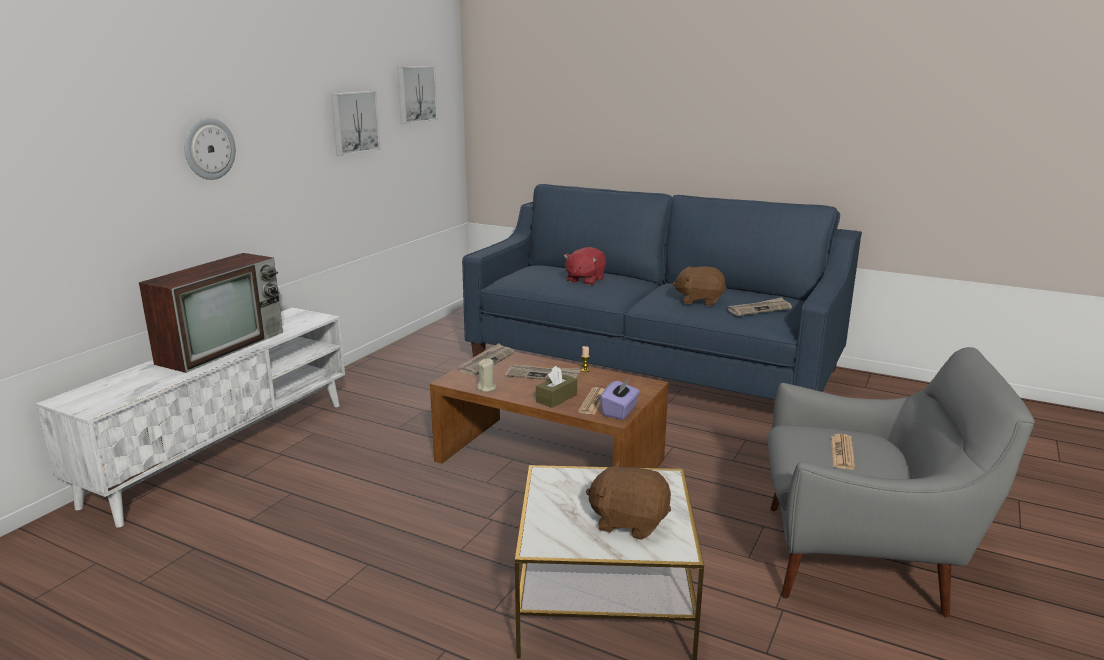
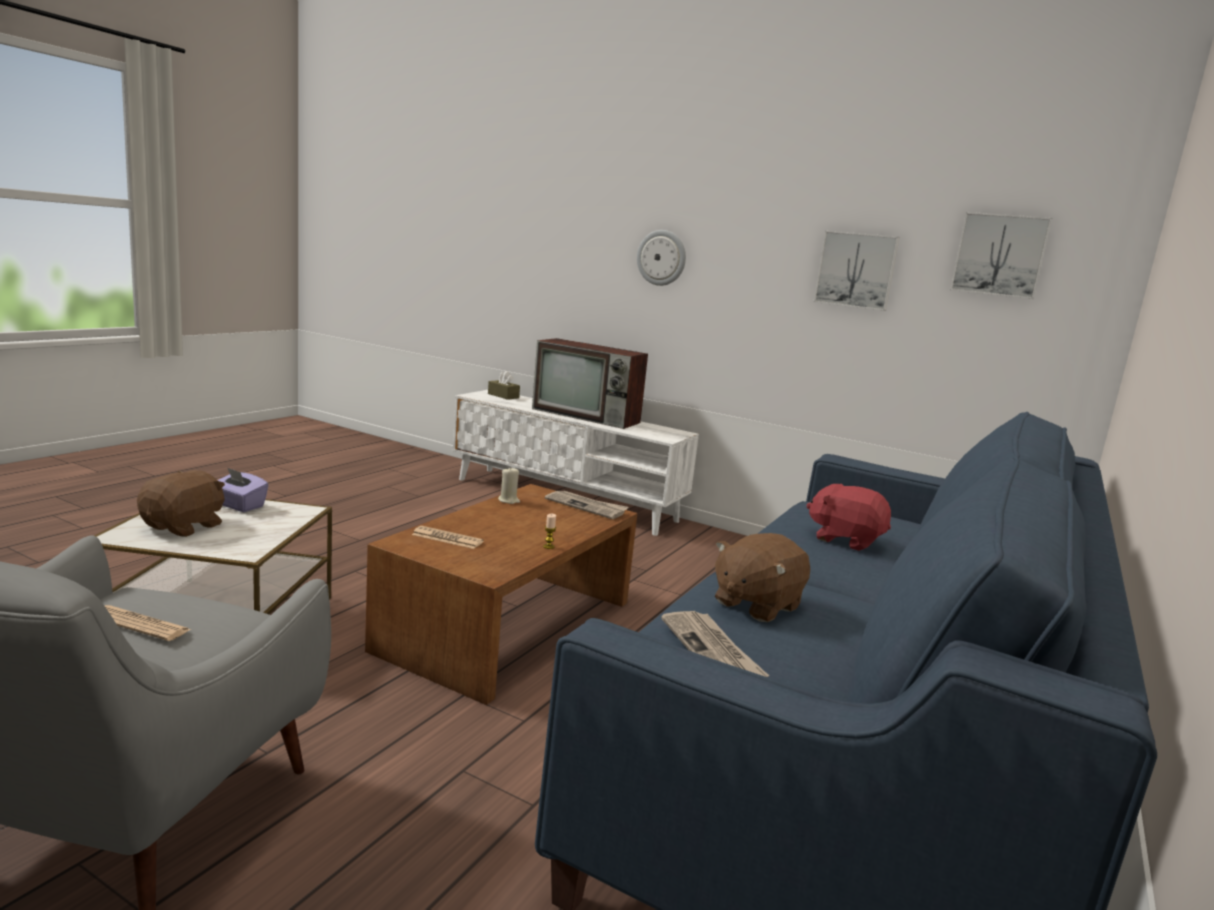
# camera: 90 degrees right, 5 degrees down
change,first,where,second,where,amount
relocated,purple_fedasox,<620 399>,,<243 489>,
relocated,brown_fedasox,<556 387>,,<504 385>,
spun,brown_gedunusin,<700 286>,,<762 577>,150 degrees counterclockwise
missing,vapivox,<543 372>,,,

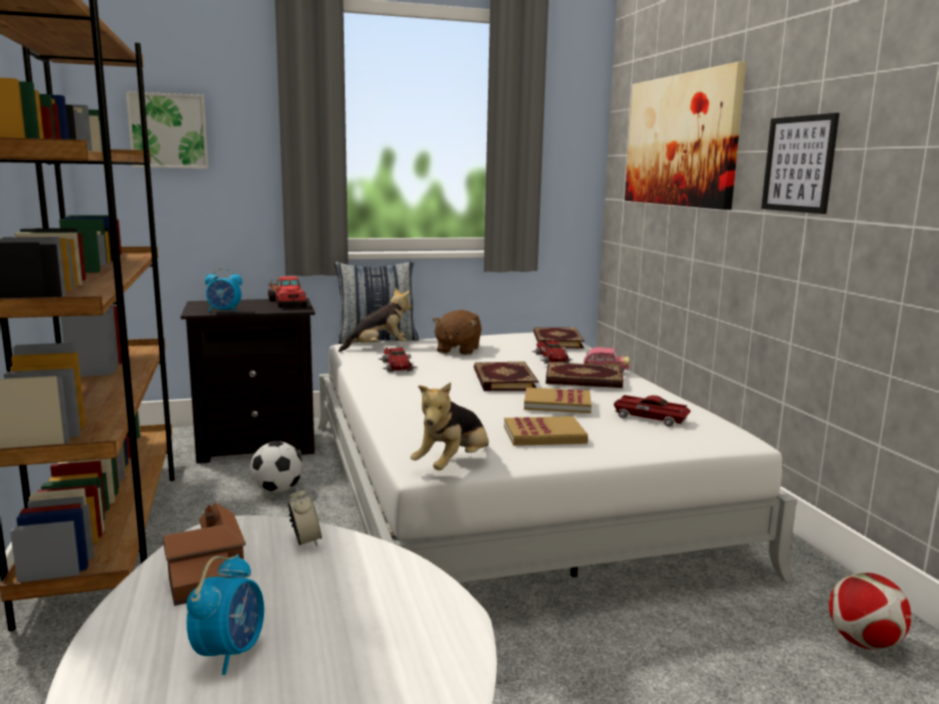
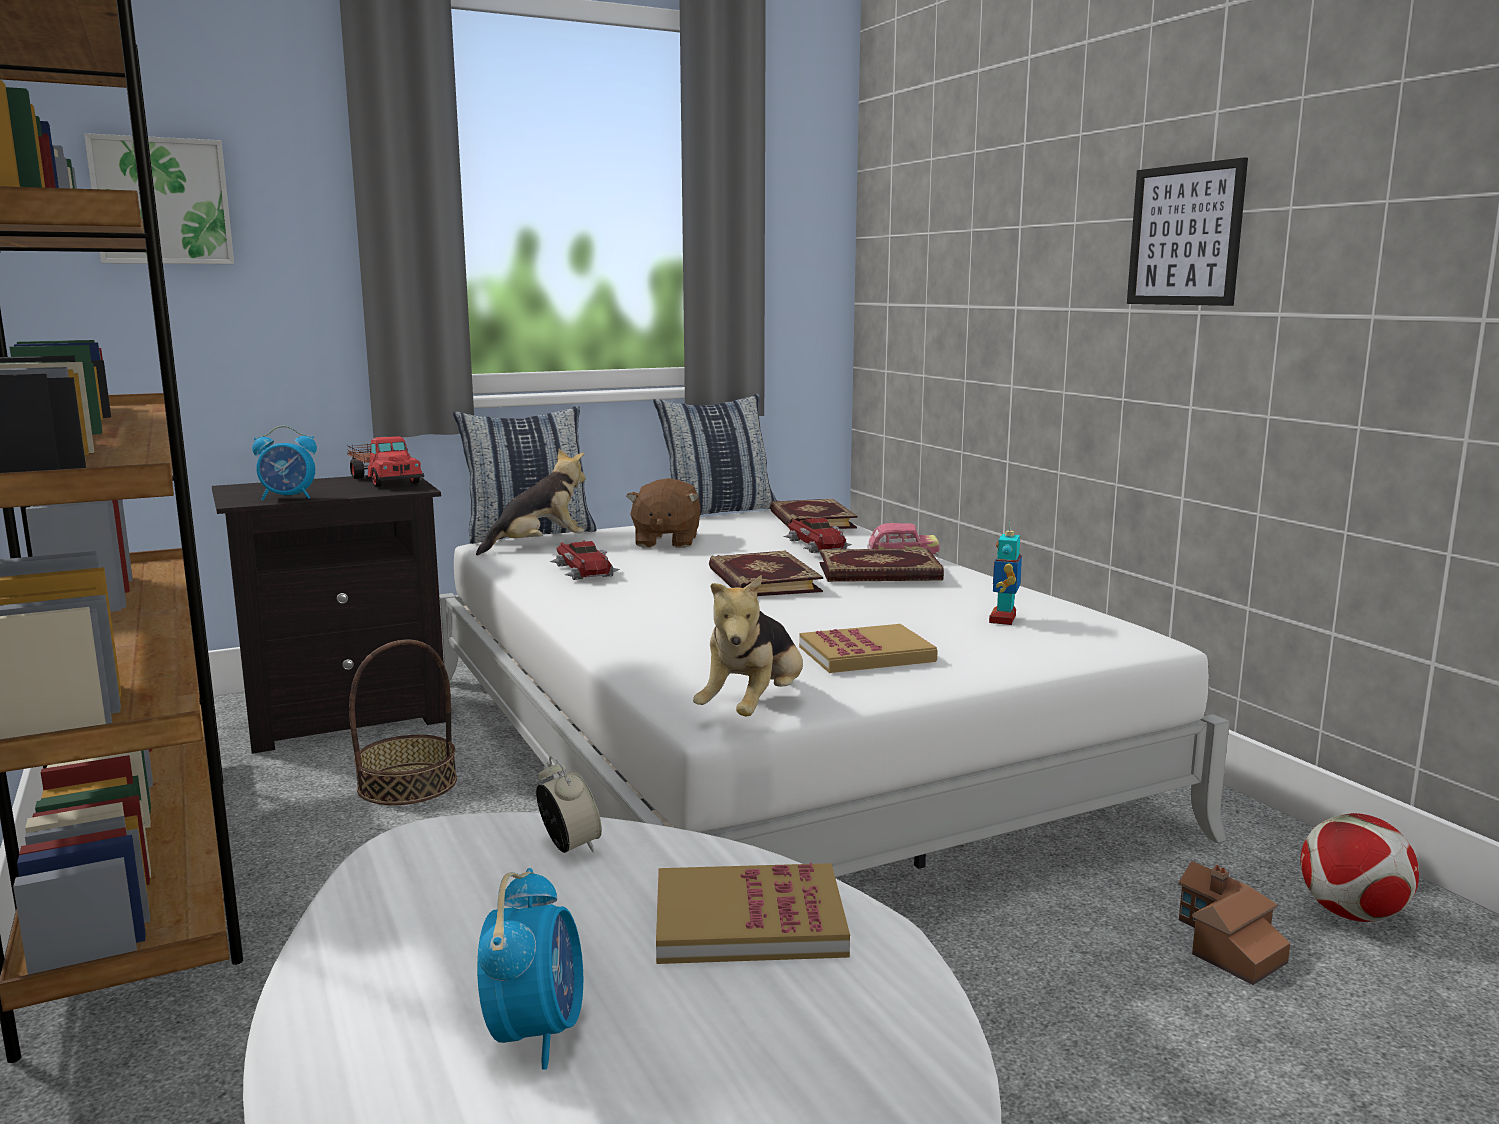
# camera: 10 degrees left, 0 degrees up
change,first,where,second,where,amount
exchanged,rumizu,<276 467>,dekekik,<403 722>,
appeared,,,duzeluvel,<715 454>,
relocated,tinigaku,<558 400>,,<753 913>,
exchanged,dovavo,<652 411>,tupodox,<1005 572>,
relocated,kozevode,<204 554>,,<1234 922>,
missing,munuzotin,<685 135>,,,

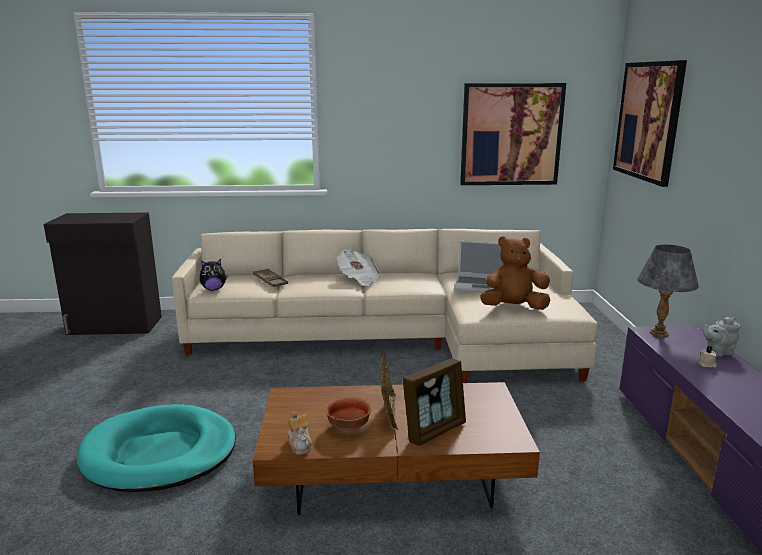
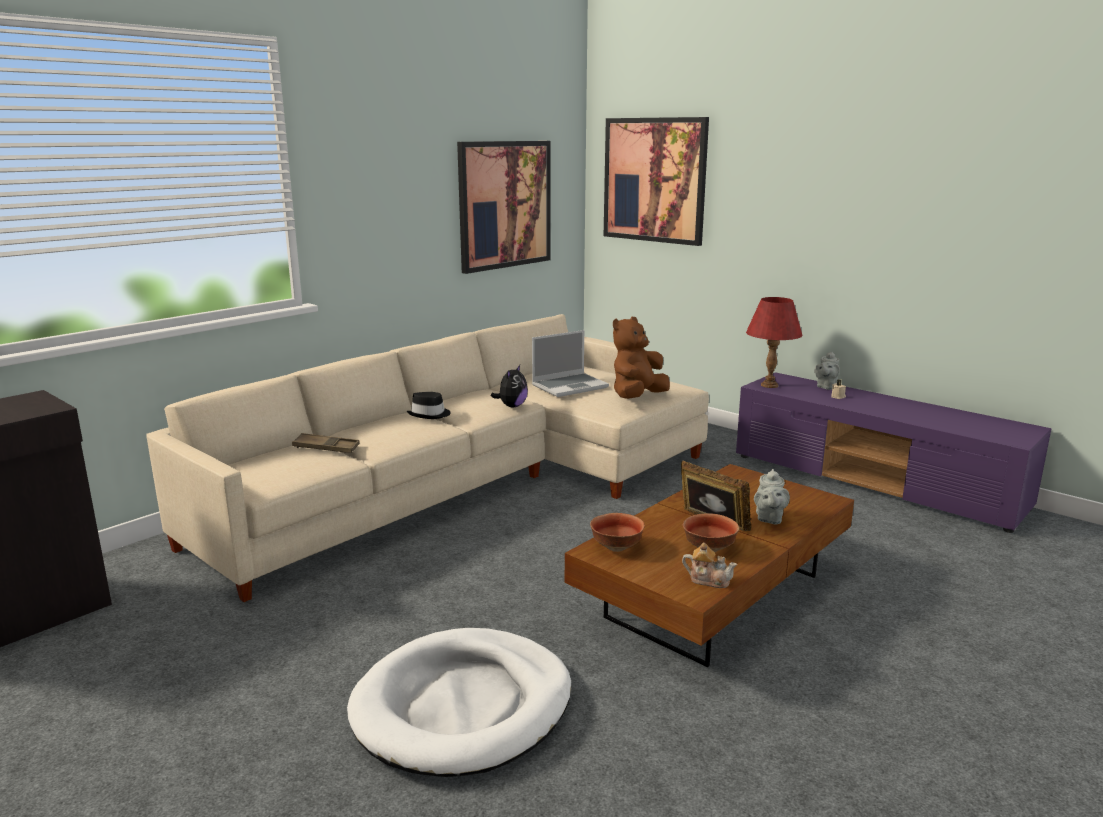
# camera: 45 degrees left, 0 degrees up
change,first,where,second,where,amount
colour,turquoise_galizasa,<156 448>,white_galizasa,<459 702>,
exchanged,vapivox,<358 268>,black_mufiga,<429 405>,
relocated,gedunusin,<214 275>,,<509 386>,
appeared,,,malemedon,<617 532>,
colour,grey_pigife,<668 290>,red_pigife,<774 342>,
exchanged,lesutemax,<434 402>,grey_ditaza,<772 496>,

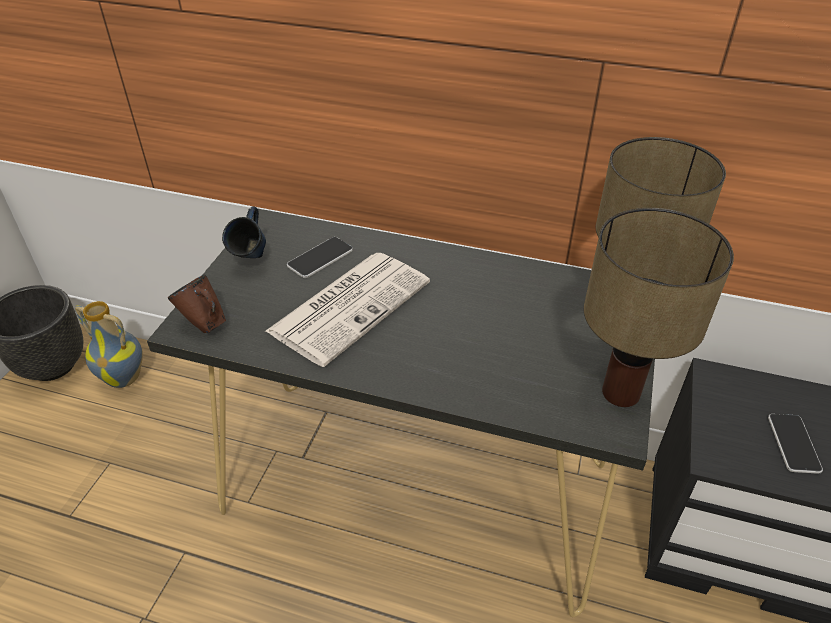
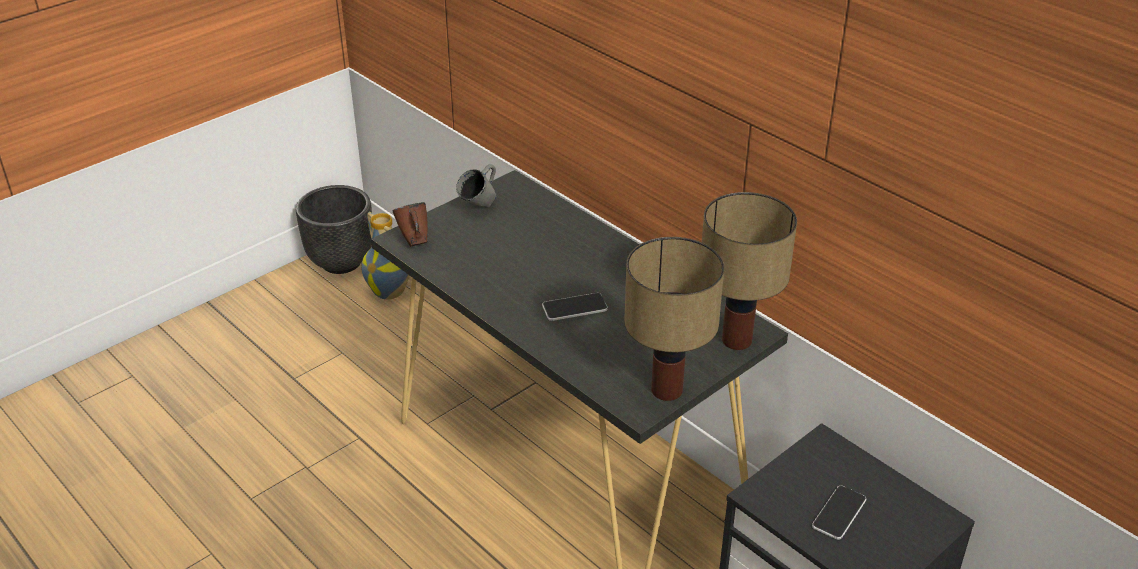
# camera: 30 degrees right, 5 degrees down
change,first,where,second,where,amount
colour,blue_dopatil,<244 232>,grey_dopatil,<476 186>,
relocated,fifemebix,<320 257>,,<575 307>,
missing,vapivox,<348 310>,,,

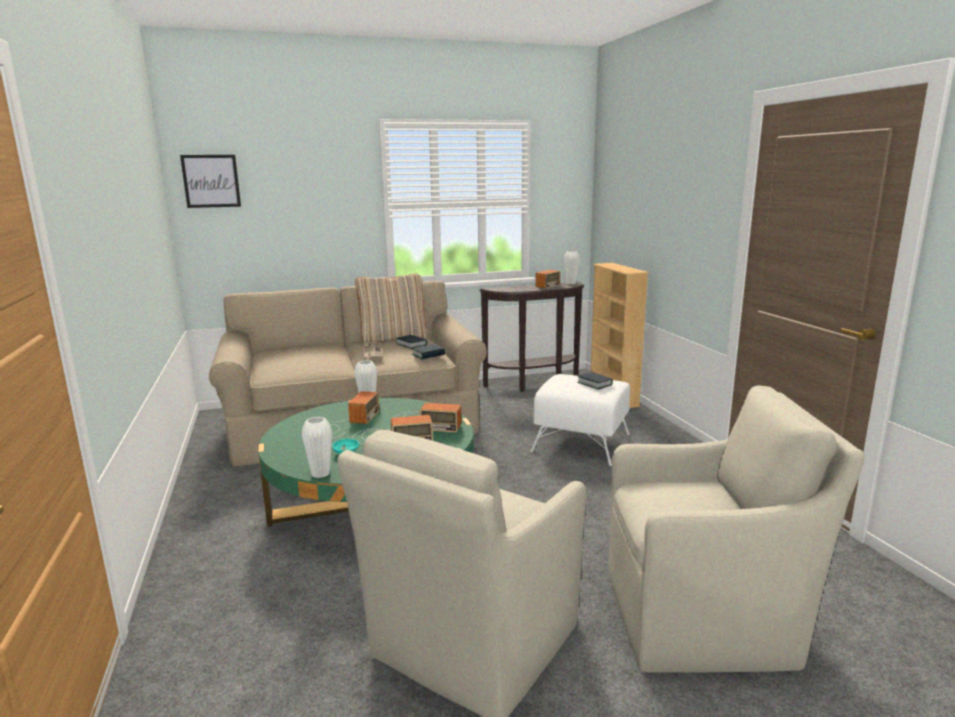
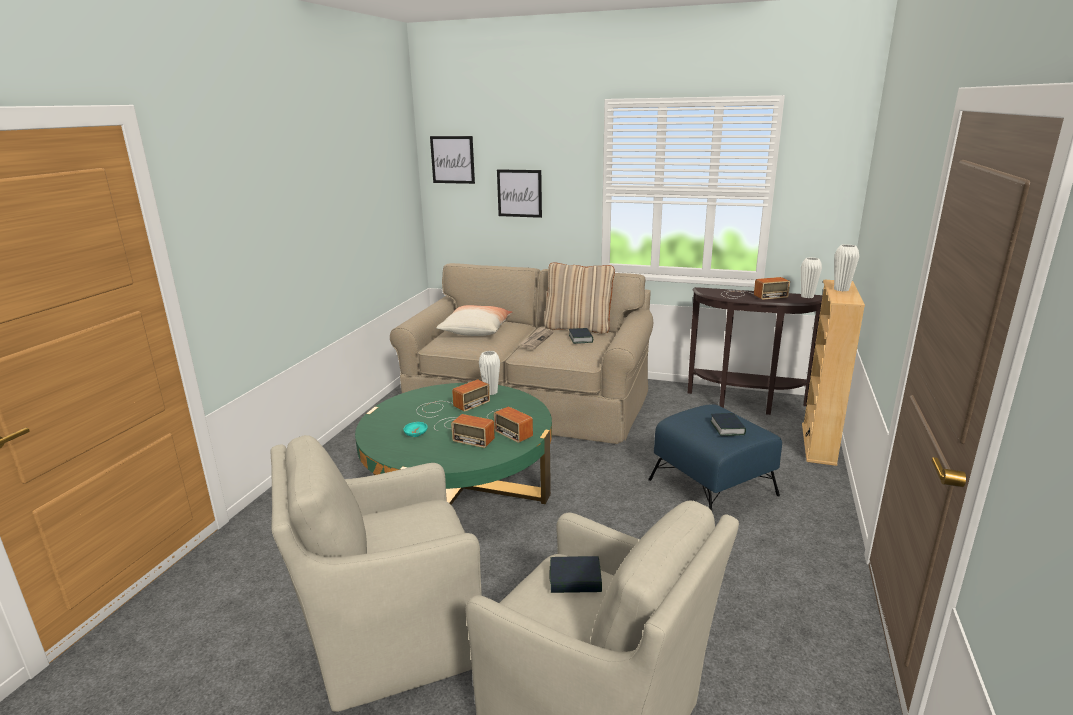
# camera: 35 degrees right, 5 degrees up
change,first,where,second,where,amount
appeared,,,duzeluvel,<474 320>,
appeared,,,munuzotin,<519 193>,
relocated,tinigaku,<428 351>,,<576 574>,
colour,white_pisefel,<580 420>,blue_pisefel,<715 457>,
relocated,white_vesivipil,<317 447>,,<846 267>,

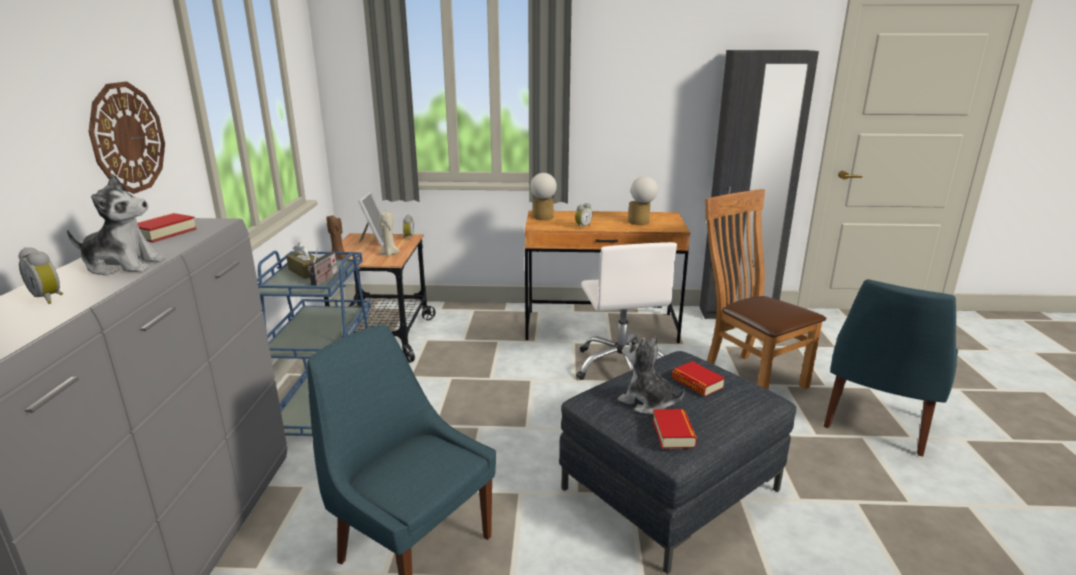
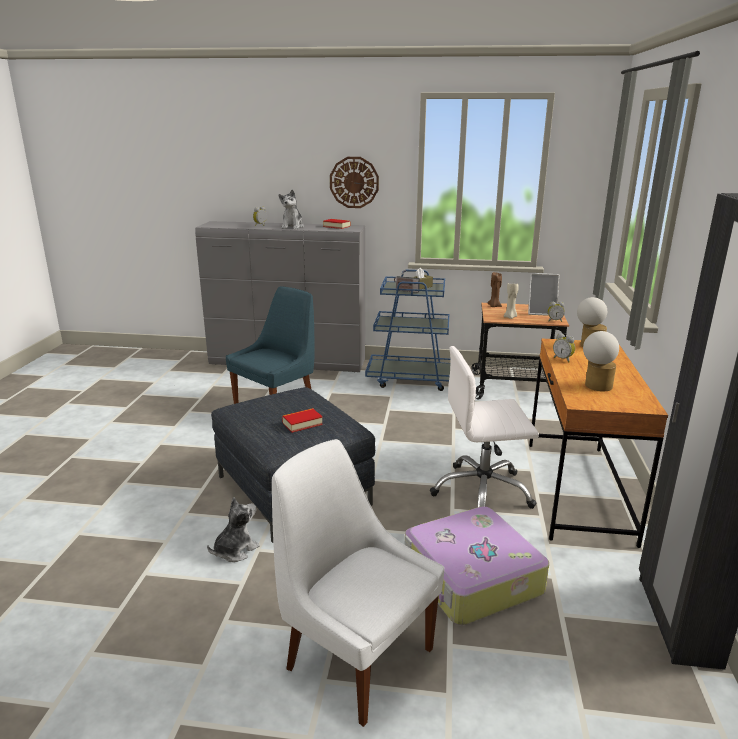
# camera: 95 degrees right, 0 degrees up
change,first,where,second,where,amount
relocated,gedunusin,<651 375>,,<233 529>,
colour,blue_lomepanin,<891 367>,white_lomepanin,<358 583>,
exchanged,brown_lomepanin,<765 289>,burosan,<477 565>,
missing,tinigaku,<674 429>,,,

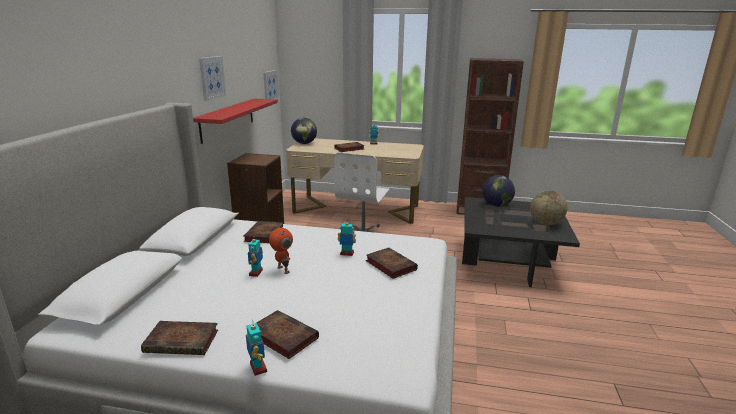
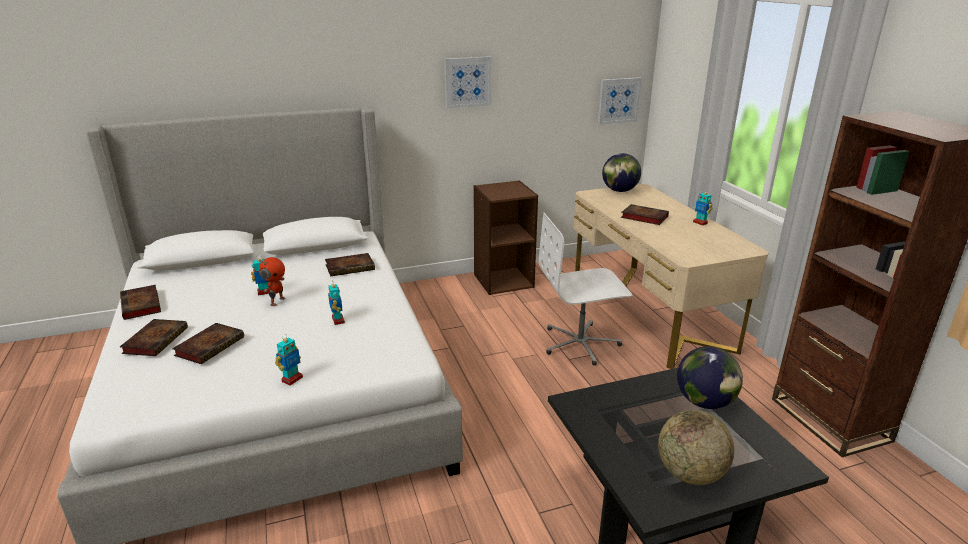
# camera: 60 degrees right, 5 degrees up
change,first,where,second,where,amount
relocated,tinigaku,<392 263>,,<208 343>,
relocated,tupodox,<256 349>,,<289 360>,
missing,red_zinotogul,<235 121>,,,

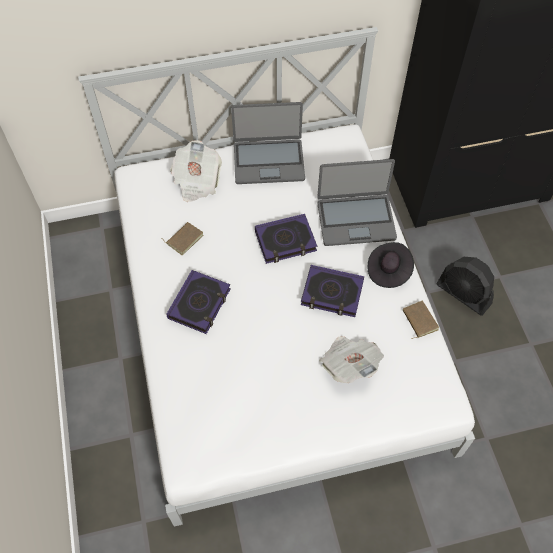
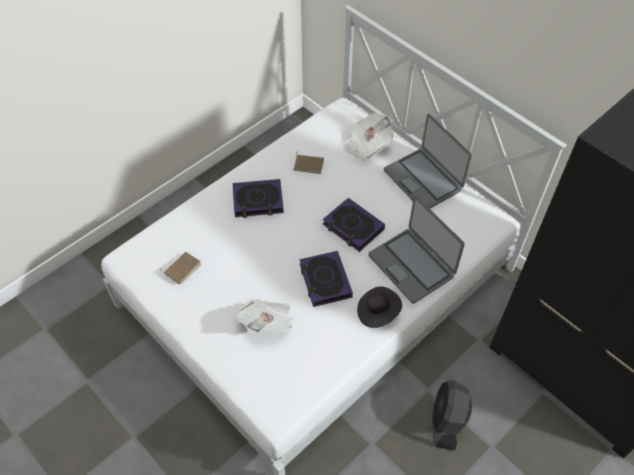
# camera: 60 degrees right, 5 degrees down
change,first,where,second,where,amount
relocated,brown_tinigaku,<421 320>,,<180 268>,

